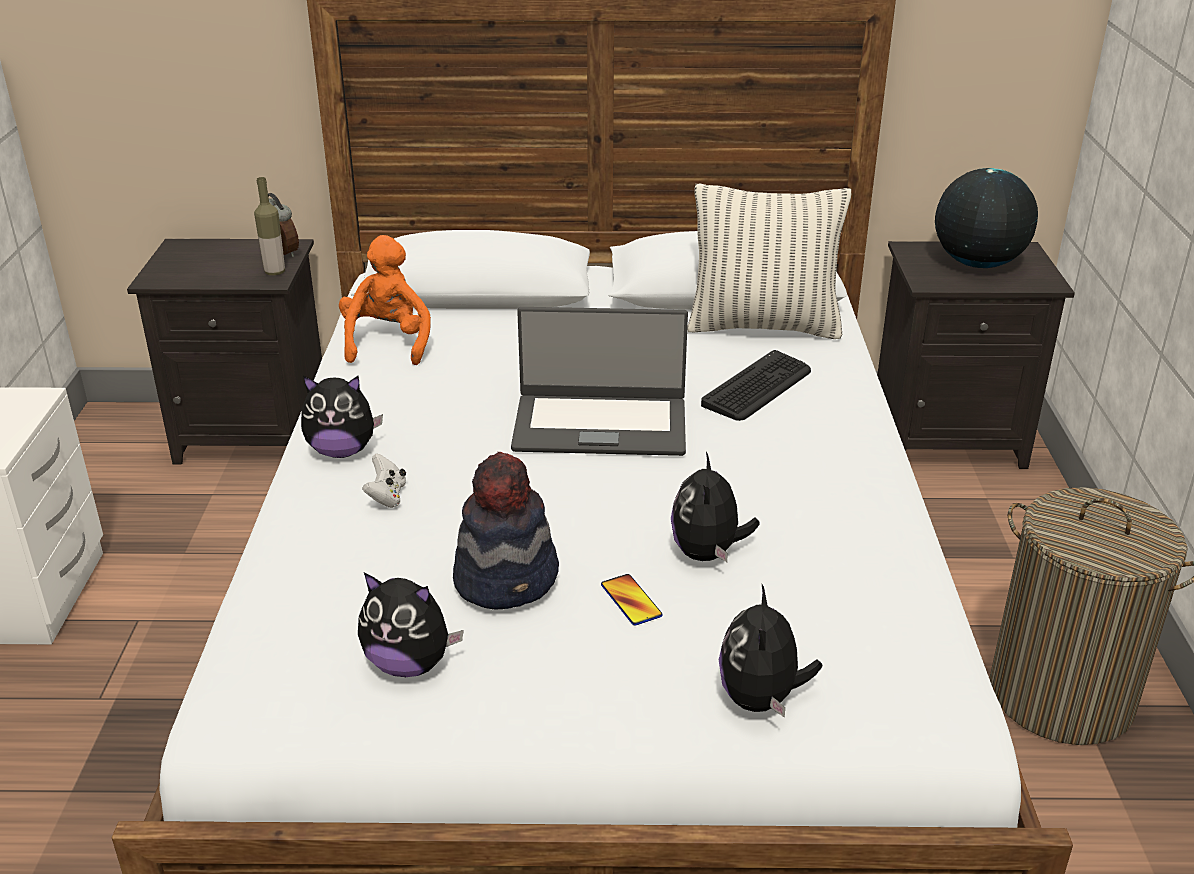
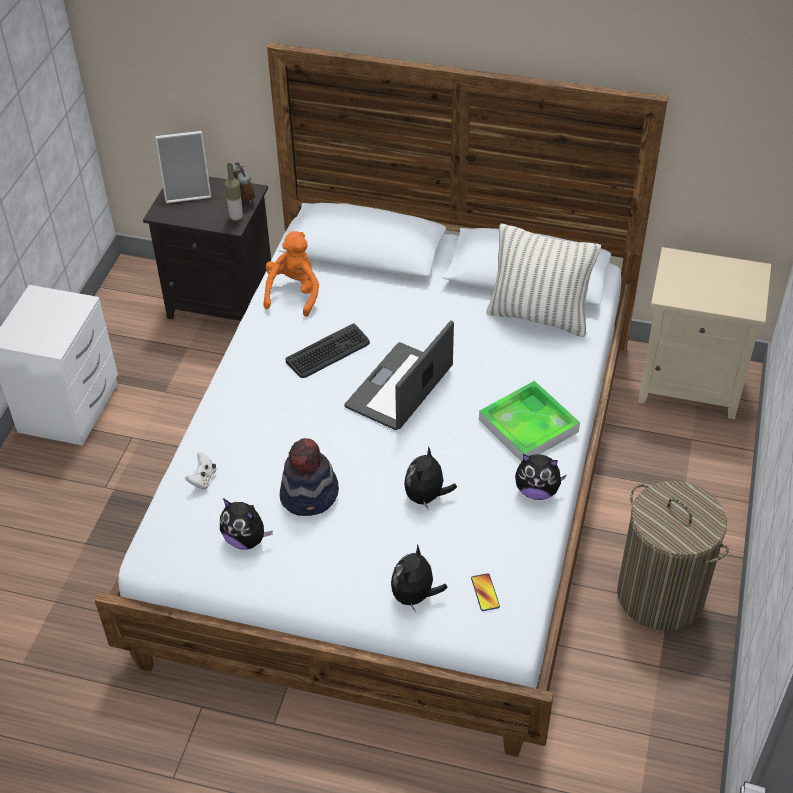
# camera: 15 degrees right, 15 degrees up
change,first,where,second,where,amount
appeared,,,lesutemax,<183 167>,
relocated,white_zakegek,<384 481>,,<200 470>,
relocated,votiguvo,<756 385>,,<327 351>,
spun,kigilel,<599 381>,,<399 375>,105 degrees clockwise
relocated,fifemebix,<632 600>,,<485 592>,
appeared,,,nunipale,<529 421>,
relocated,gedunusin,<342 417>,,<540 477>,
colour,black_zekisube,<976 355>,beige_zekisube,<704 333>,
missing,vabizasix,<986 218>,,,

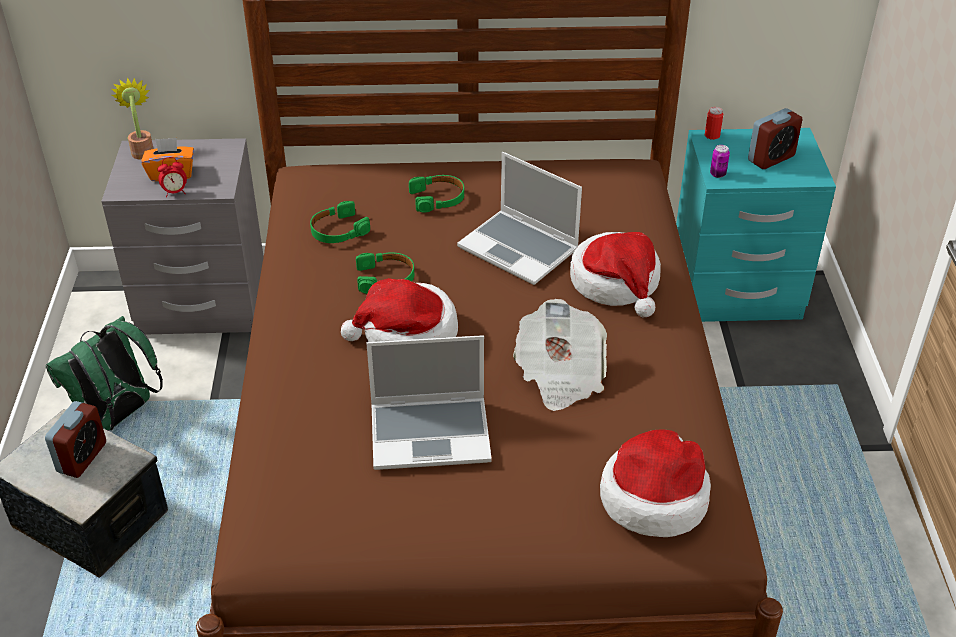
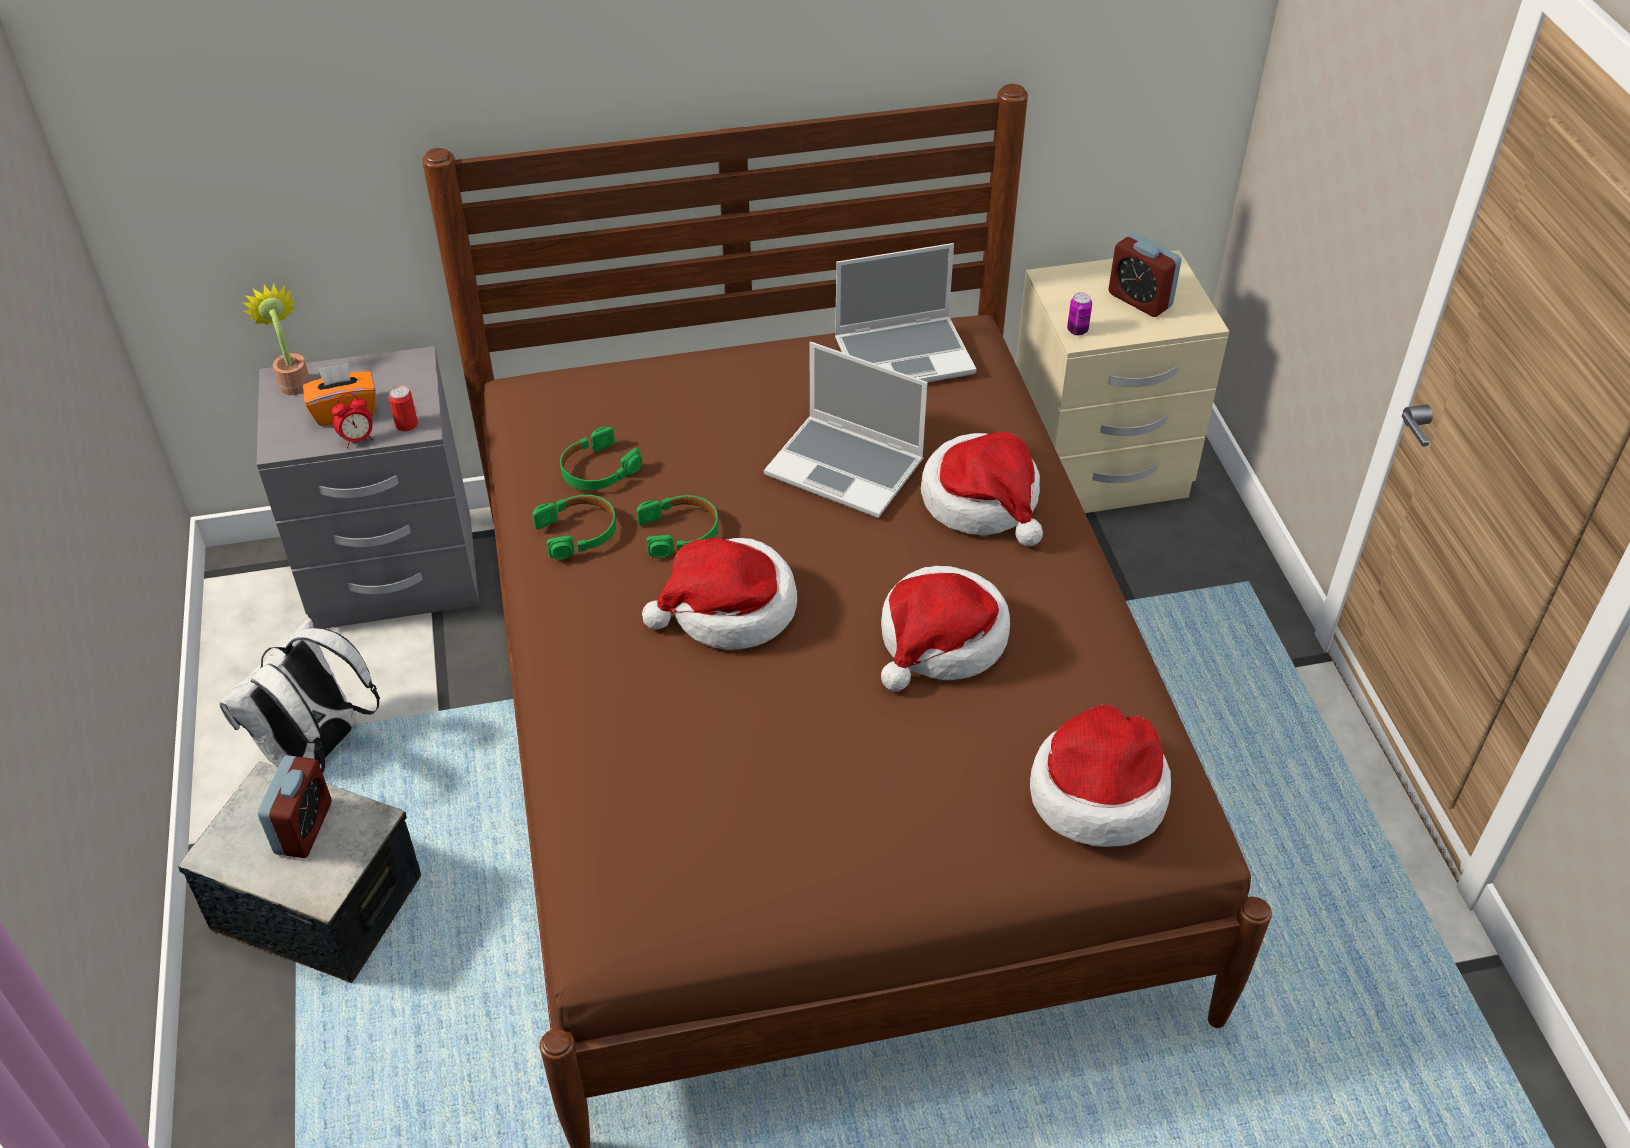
# camera: 10 degrees left, 5 degrees up
change,first,where,second,where,amount
colour,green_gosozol,<104 373>,white_gosozol,<299 695>,
relocated,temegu,<714 123>,,<403 408>,
relocated,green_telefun,<436 193>,,<574 527>,
relocated,kigilel,<429 402>,,<905 312>,
exchanged,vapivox,<560 355>,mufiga,<945 628>,
colour,turquoise_zekisube,<756 225>,beige_zekisube,<1122 381>,
spun,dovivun,<775 138>,,<1145 275>,90 degrees clockwise

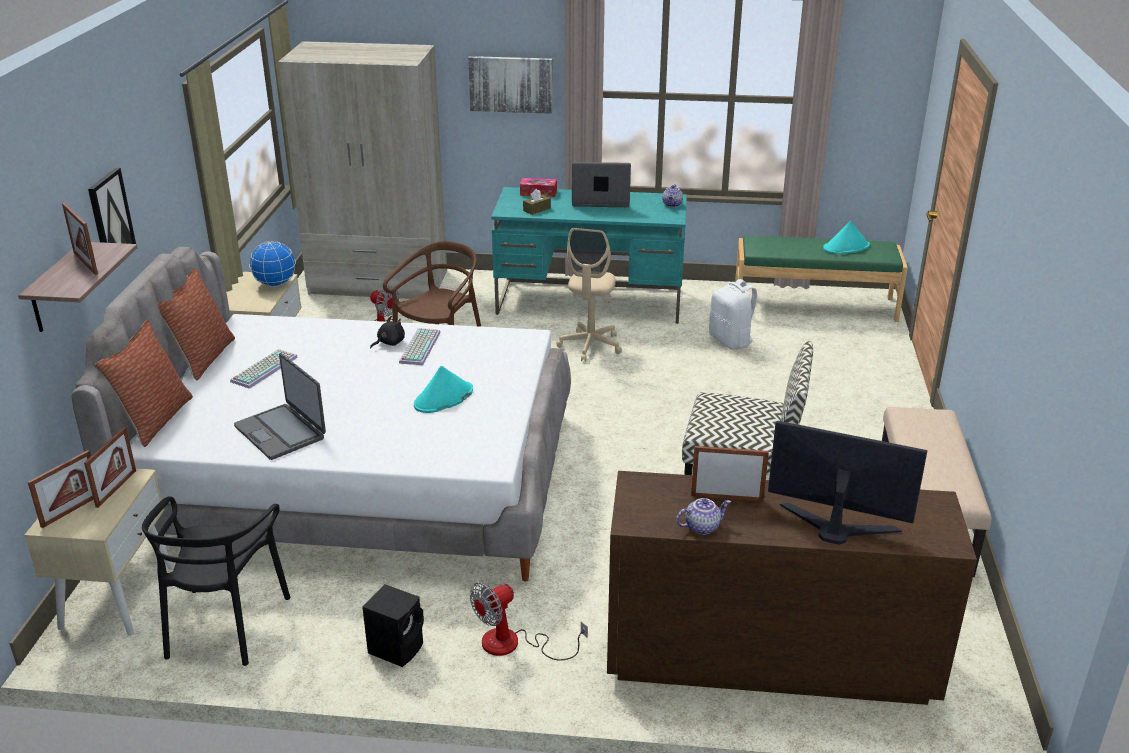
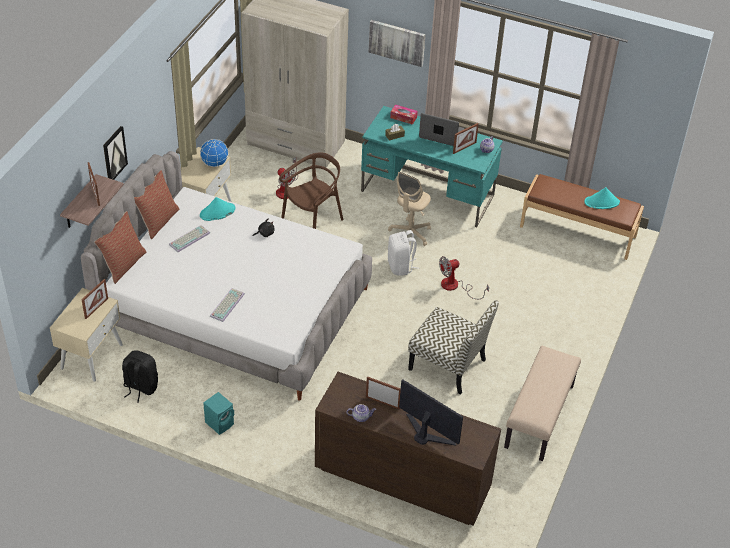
# camera: 15 degrees right, 15 degrees up
change,first,where,second,where,amount
exchanged,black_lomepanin,<216 581>,black_gosozol,<140 376>,
relocated,turquoise_mufiga,<443 389>,,<217 209>,
colour,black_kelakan,<393 625>,turquoise_kelakan,<218 413>,
relocated,votiguvo,<420 346>,,<227 305>,
relocated,white_gosozol,<733 314>,,<403 253>,
relocated,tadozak,<529 622>,,<464 277>,
relocated,lesutemax,<61 489>,,<466 138>,
colour,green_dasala,<821 278>,brown_dasala,<582 217>,
missing,kigilel,<280 406>,,,

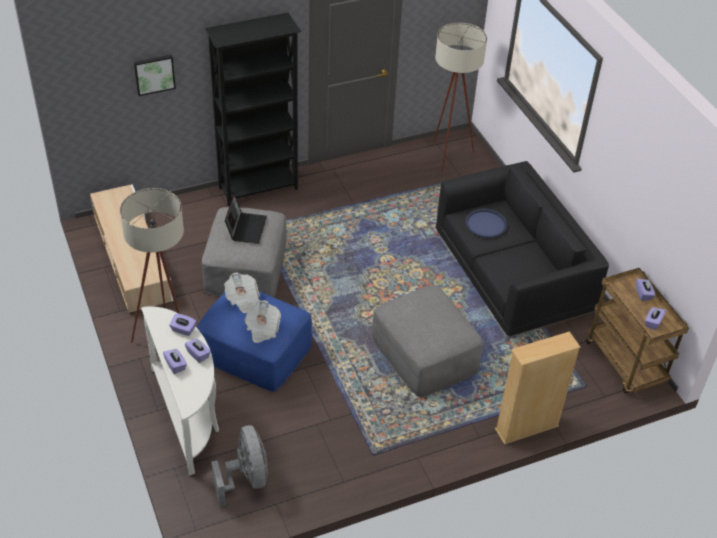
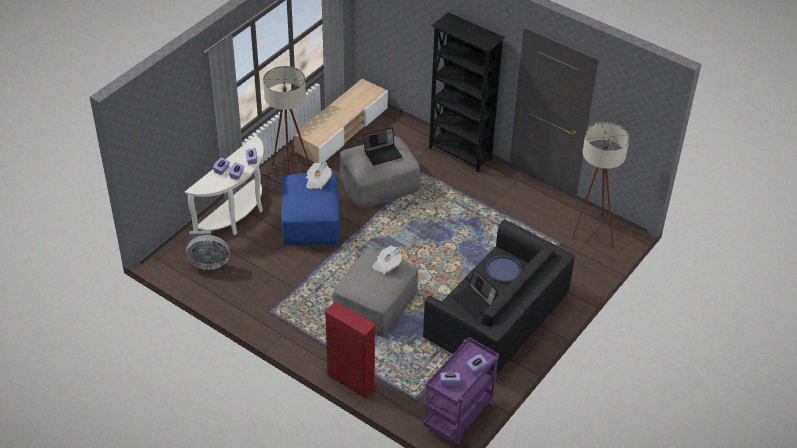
# camera: 60 degrees right, 0 degrees up
change,first,where,second,where,amount
spun,grey_tadozak,<239 465>,,<208 250>,45 degrees clockwise
colour,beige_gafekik,<538 388>,red_gafekik,<350 350>,
relocated,vapivox,<263 321>,,<387 259>,
colour,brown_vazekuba,<637 331>,purple_vazekuba,<461 391>,
appeared,,,kigilel,<474 293>,
missing,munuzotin,<155 75>,,,

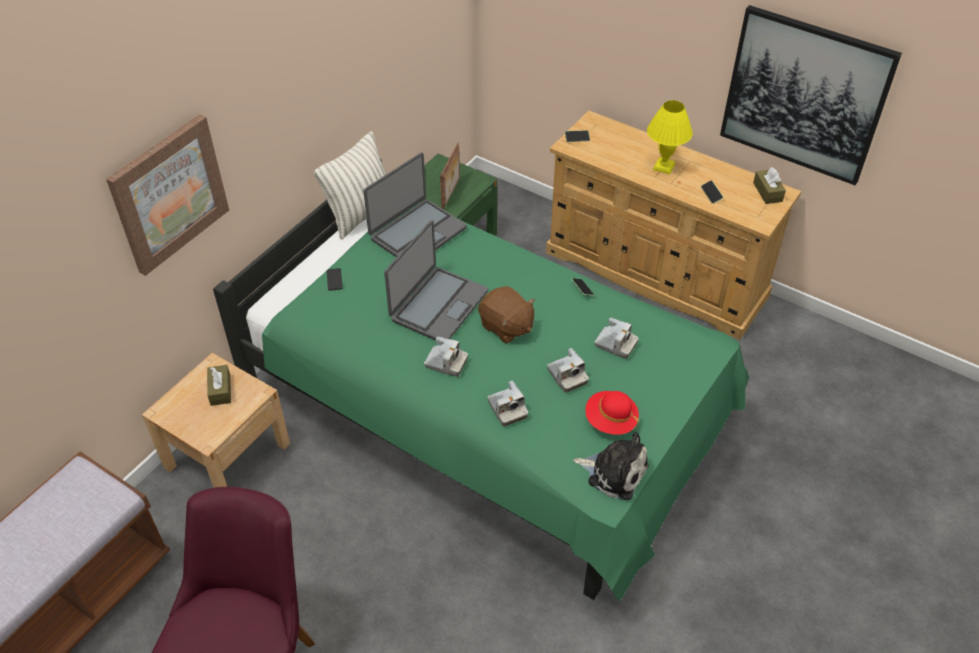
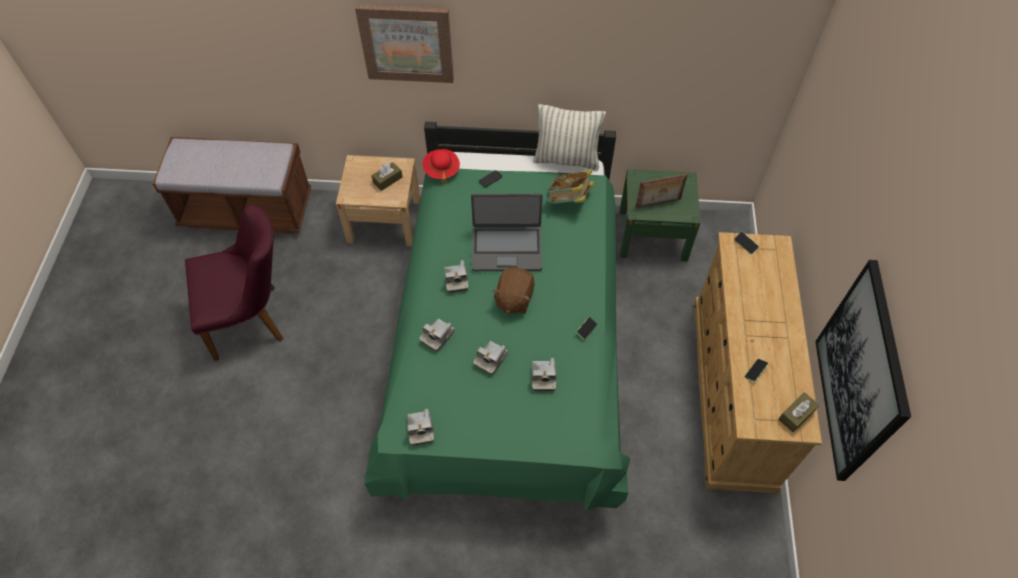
# camera: 60 degrees right, 10 degrees up
change,first,where,second,where,amount
exchanged,gedunusin,<610 466>,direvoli,<420 427>,
relocated,red_mufiga,<612 413>,,<441 166>,
exchanged,kigilel,<415 204>,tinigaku,<570 187>,
missing,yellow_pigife,<670 137>,,,

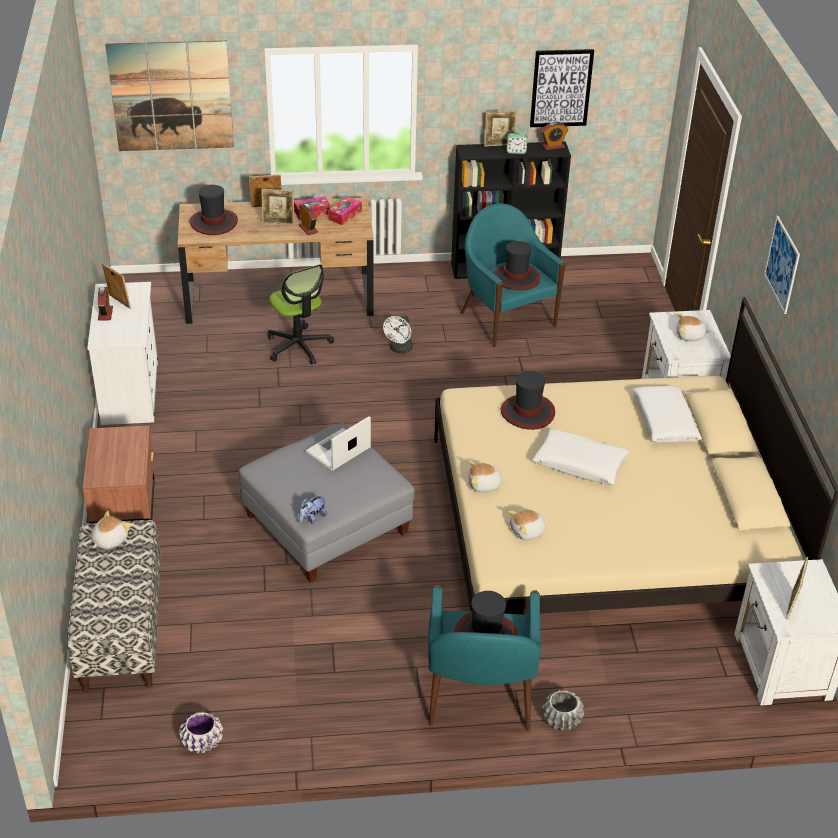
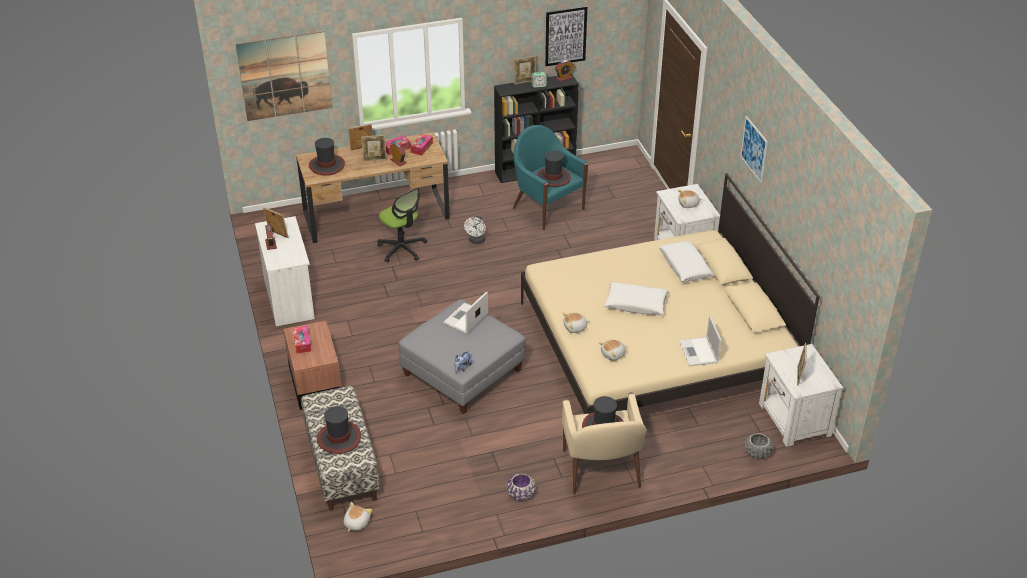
# camera: 10 degrees left, 0 degrees up
change,first,where,second,where,amount
appeared,,,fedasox,<302 340>,
relocated,mufiga,<527 400>,,<339 430>,
relocated,gedunusin,<111 530>,,<358 517>,
relocated,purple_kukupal,<201 732>,,<521 487>,
colour,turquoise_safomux,<484 658>,beige_safomux,<604 443>,
appeared,,,kigilel,<700 340>,
relocated,grey_kukupal,<563 710>,,<758 446>,

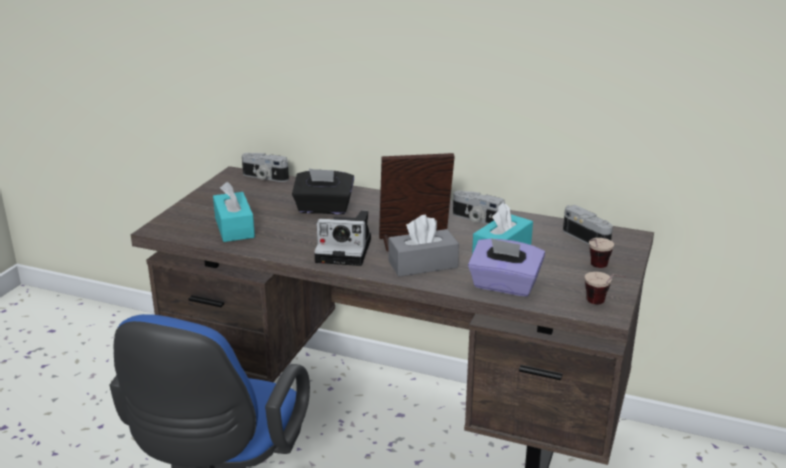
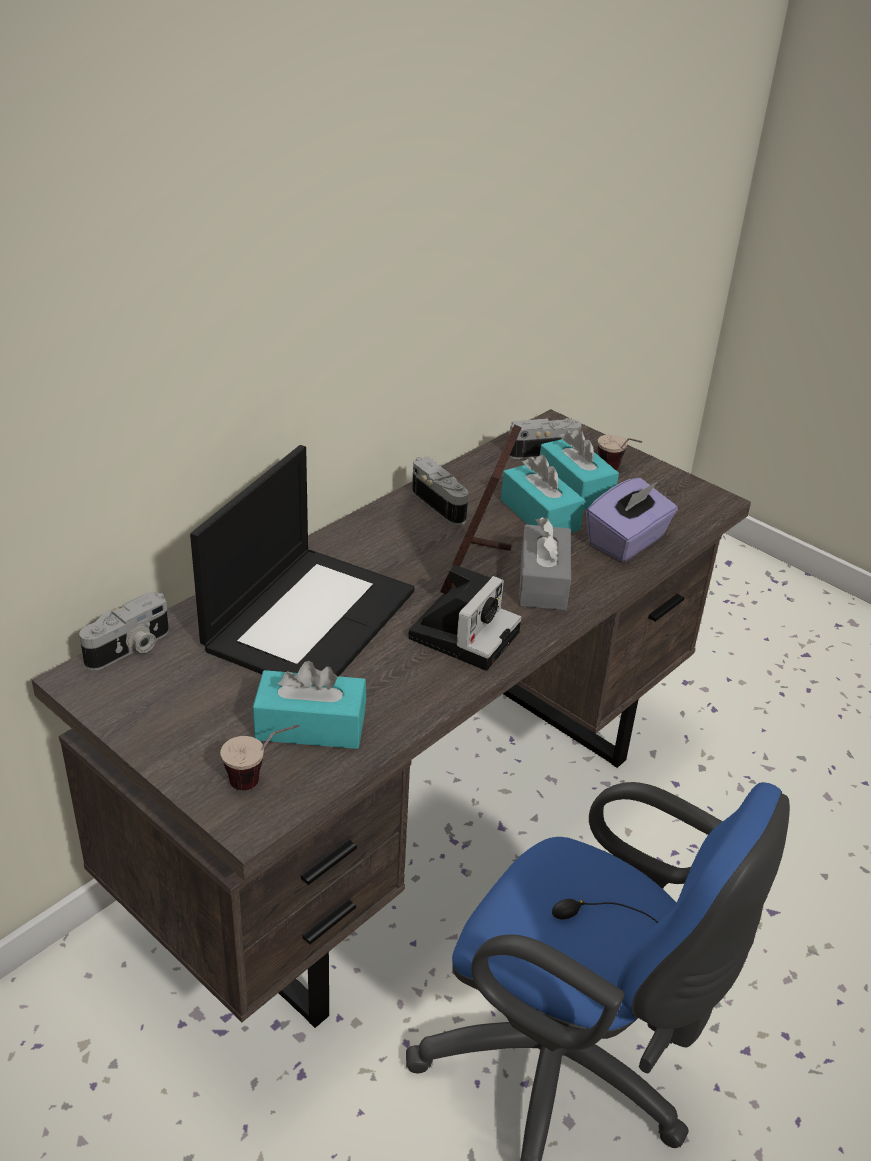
# camera: 70 degrees left, 10 degrees up
change,first,where,second,where,amount
exchanged,black_fedasox,<323 191>,kigilel,<302 560>,
relocated,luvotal,<605 288>,,<260 757>,
spun,direvoli,<479 207>,,<440 491>,90 degrees counterclockwise
appeared,,,turquoise_fedasox,<579 469>,

